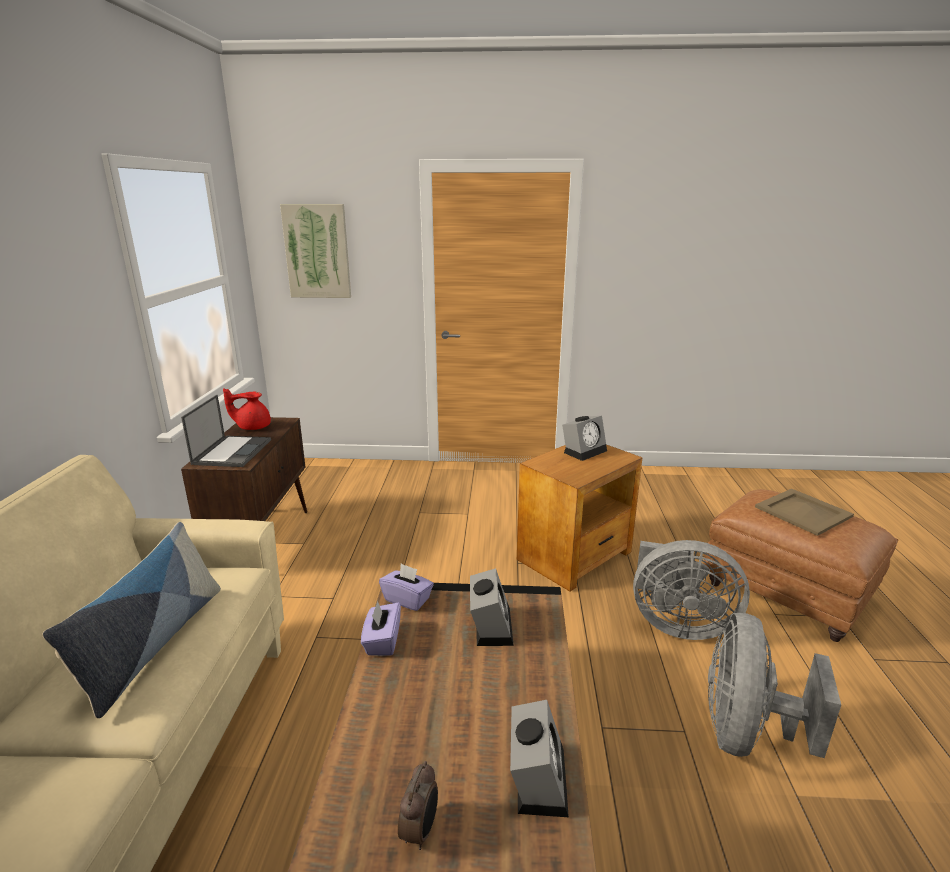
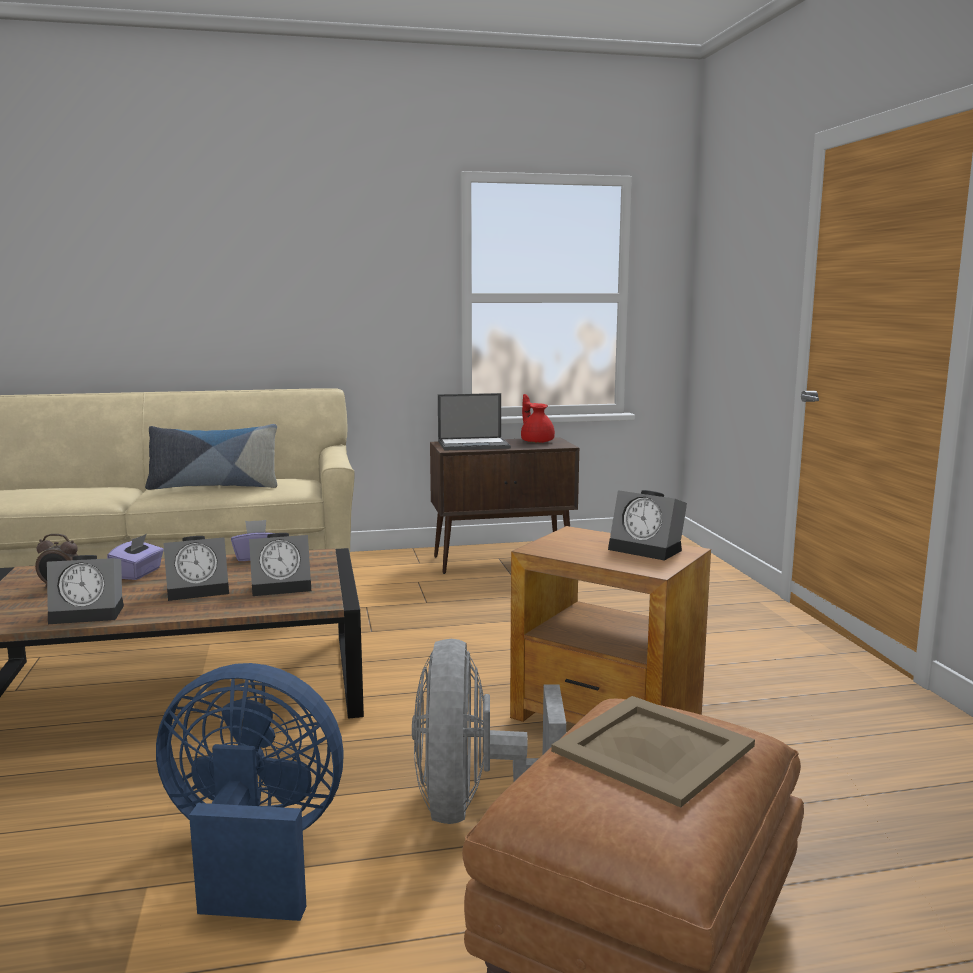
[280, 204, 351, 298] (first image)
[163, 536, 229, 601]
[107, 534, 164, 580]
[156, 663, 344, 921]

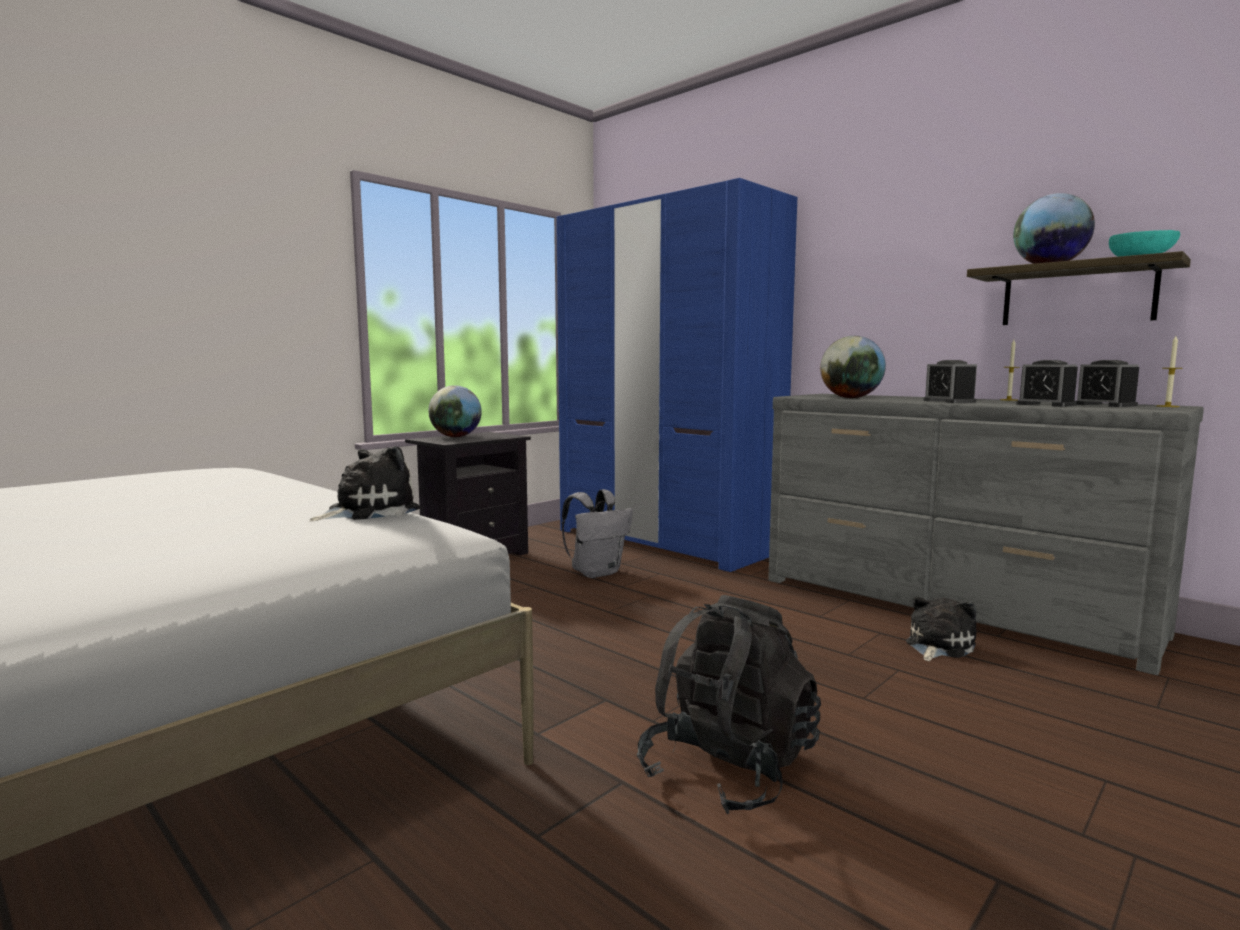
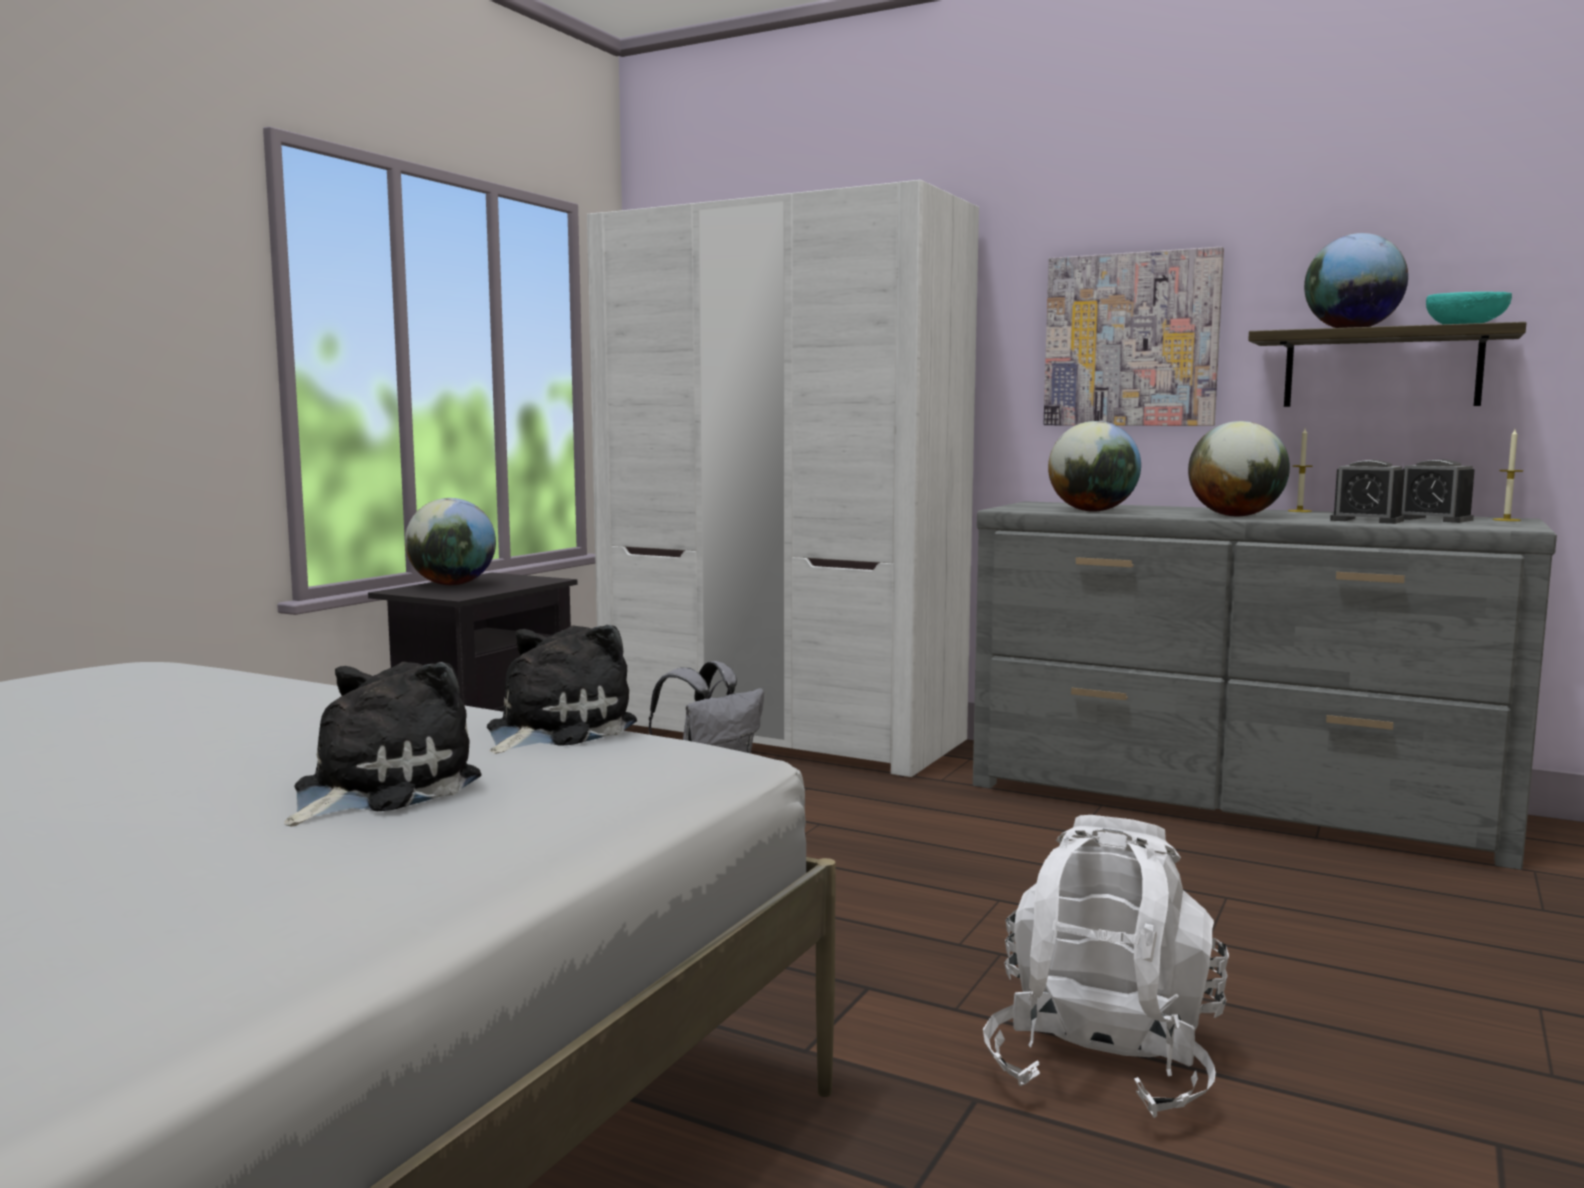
[1044, 247, 1224, 426]
[284, 662, 482, 827]
[1188, 421, 1290, 516]
[587, 180, 979, 777]
[983, 815, 1229, 1118]

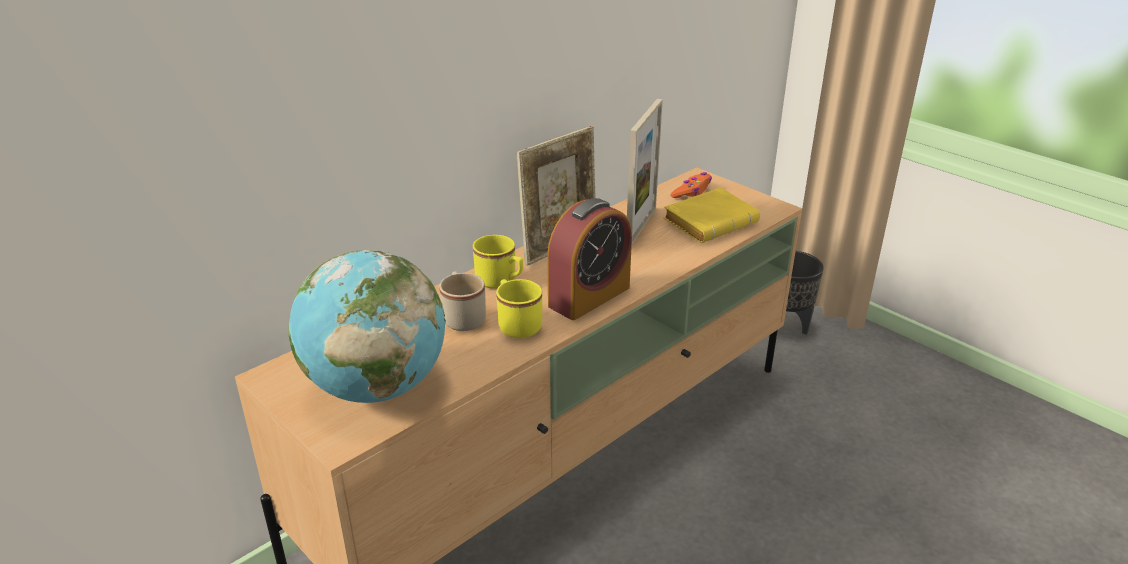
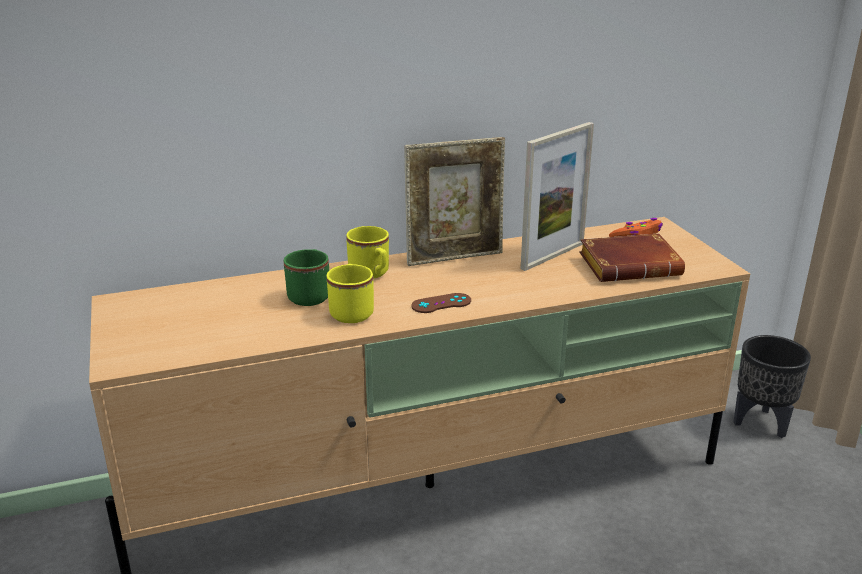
[288, 250, 446, 403] (first image)
[411, 293, 471, 313]
[284, 249, 329, 306]
[579, 233, 685, 282]

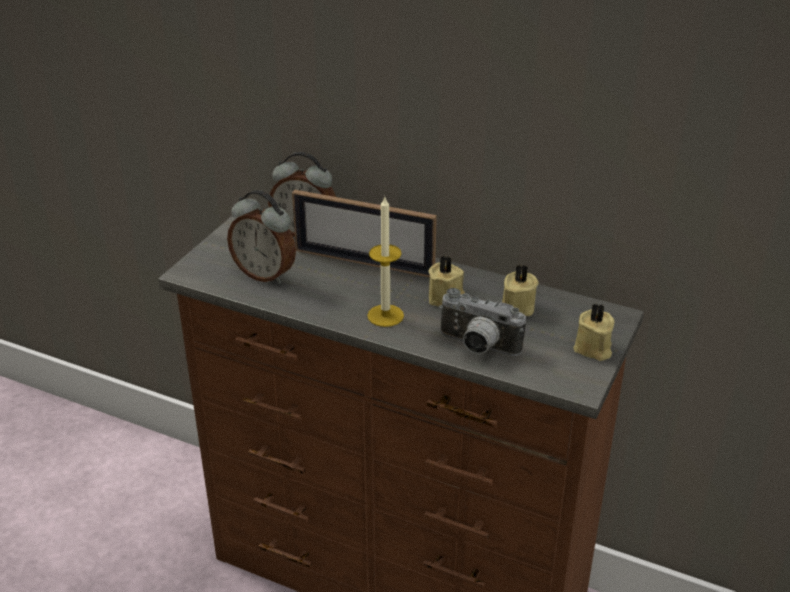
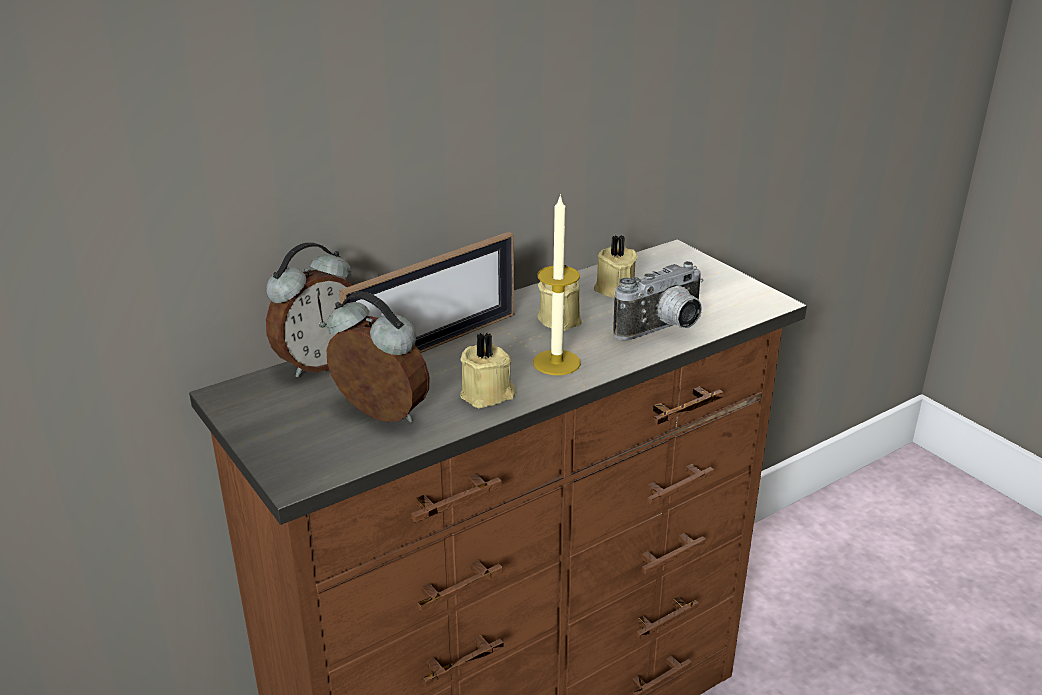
[460, 332, 516, 409]
[327, 292, 430, 423]

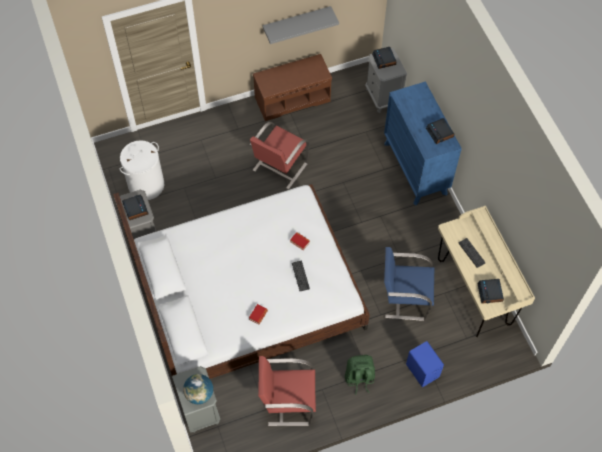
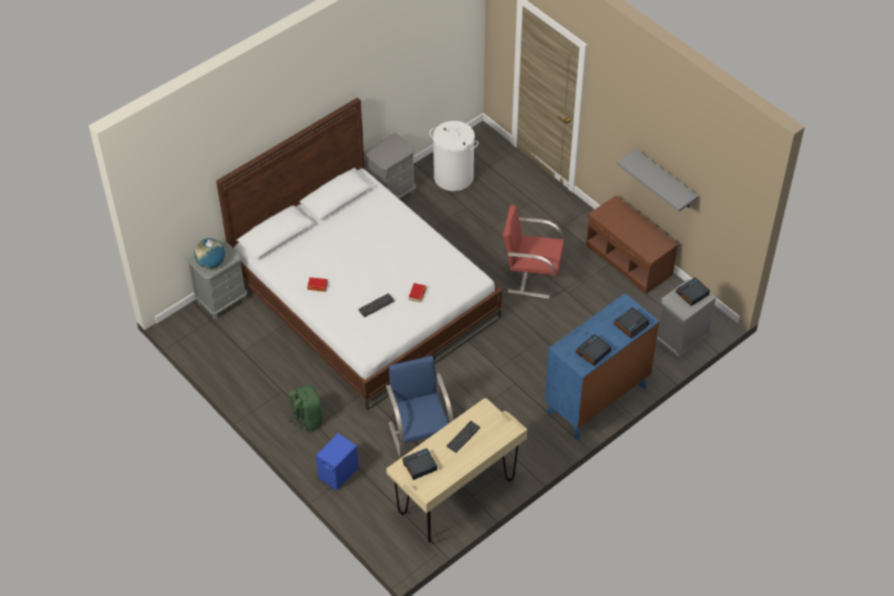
[258, 356, 316, 426] (first image)
[614, 307, 649, 339]

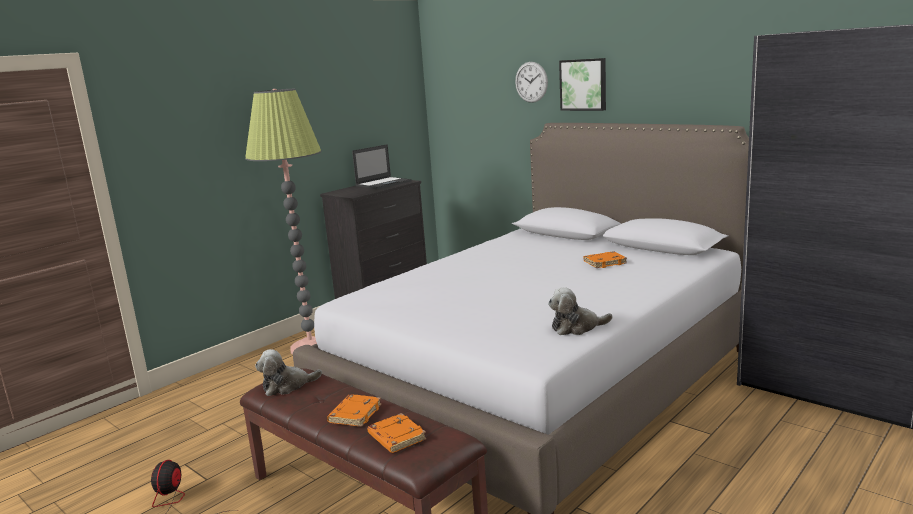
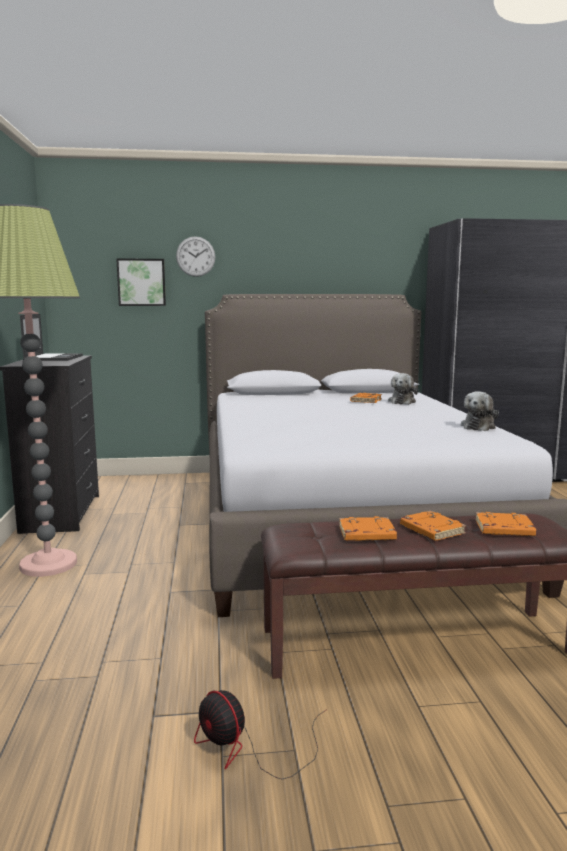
[339, 516, 397, 541]
[388, 373, 418, 404]
[116, 258, 166, 306]

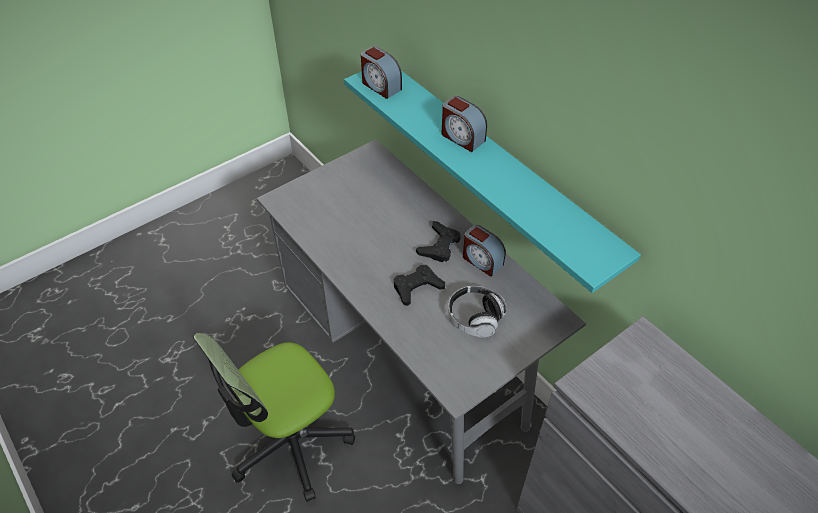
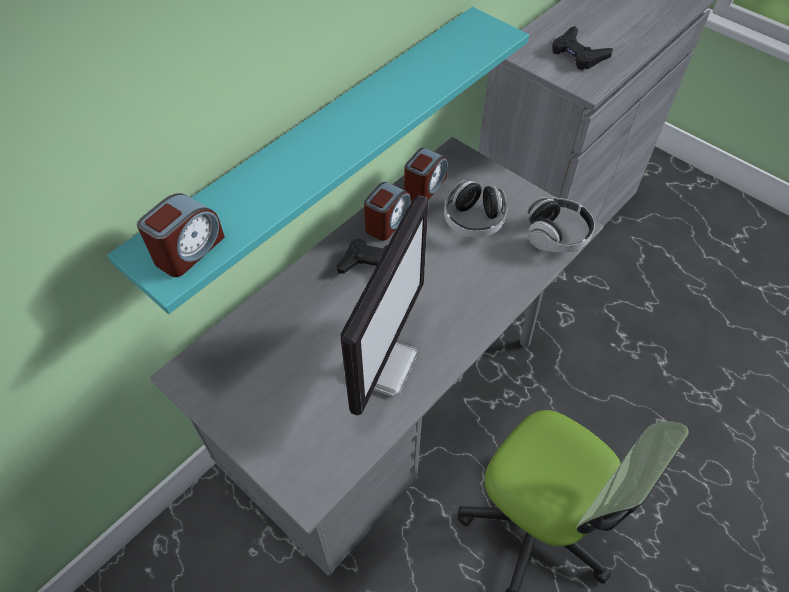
[340, 195, 429, 416]
[527, 197, 595, 252]
[552, 26, 613, 70]
[404, 148, 448, 201]

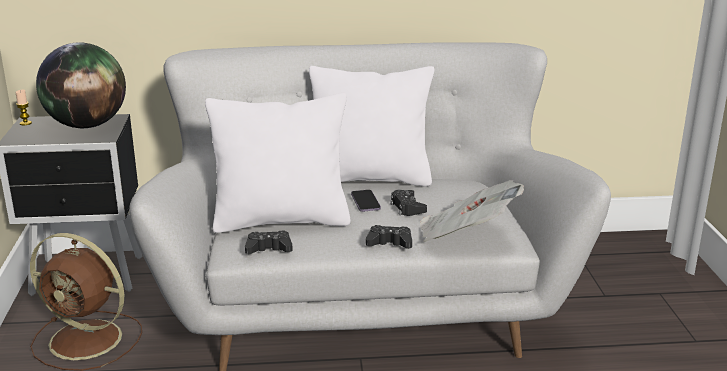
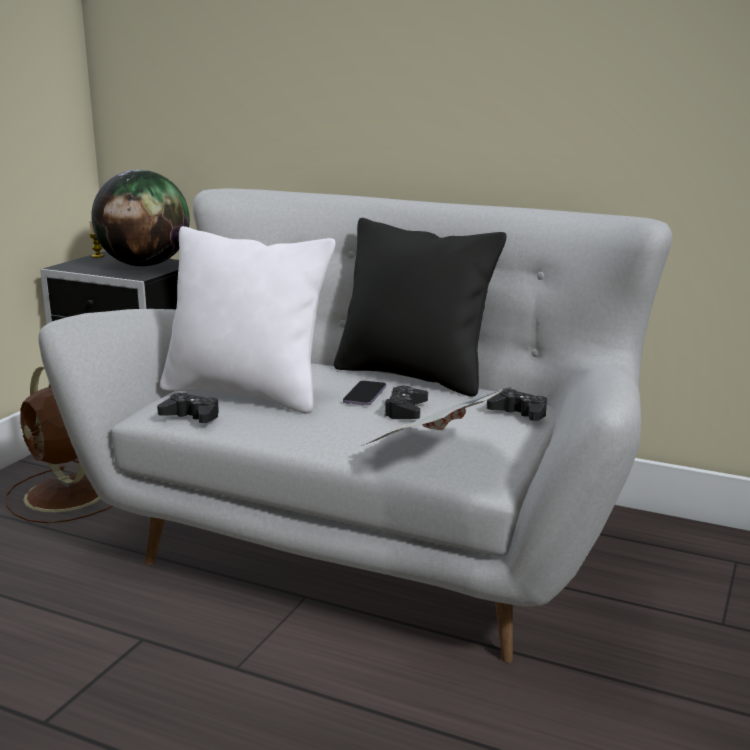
[487, 389, 547, 421]
[334, 218, 507, 397]

